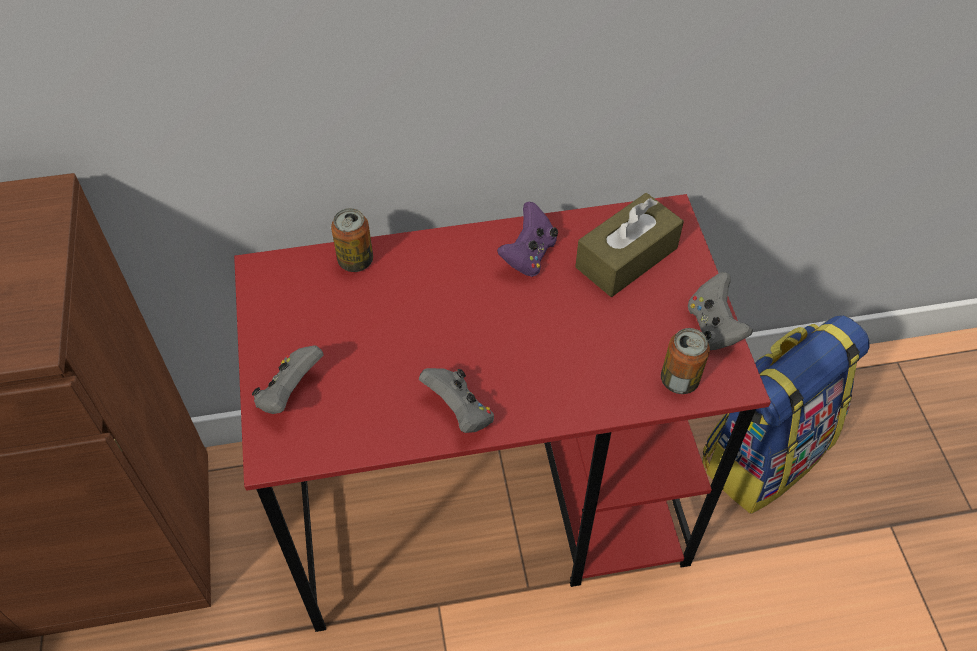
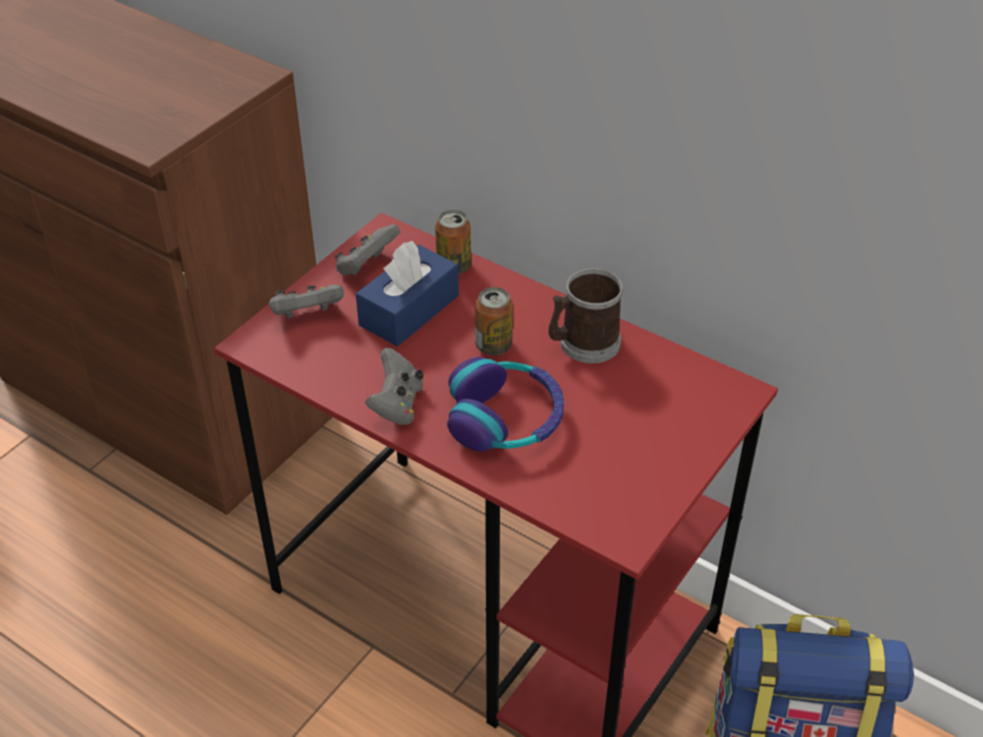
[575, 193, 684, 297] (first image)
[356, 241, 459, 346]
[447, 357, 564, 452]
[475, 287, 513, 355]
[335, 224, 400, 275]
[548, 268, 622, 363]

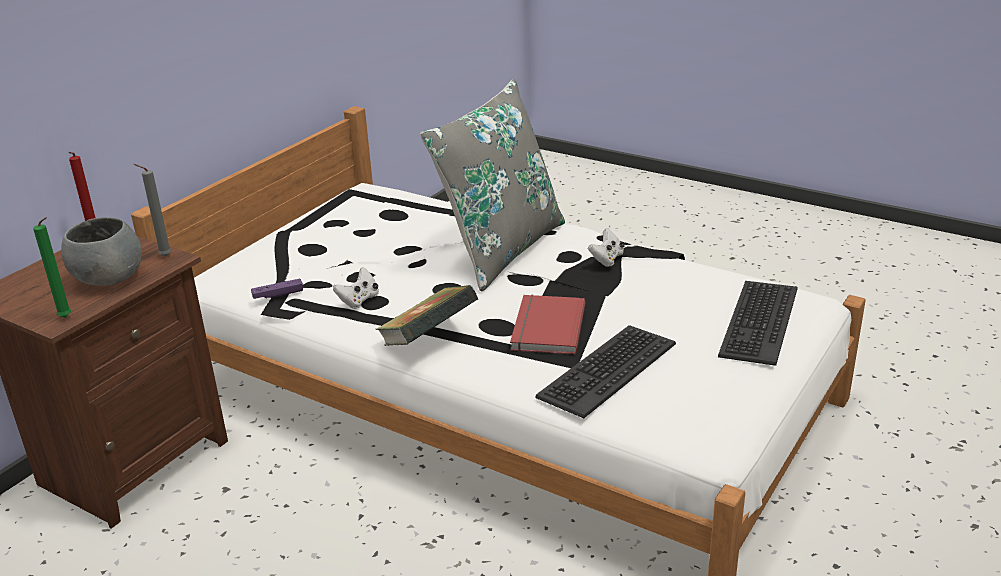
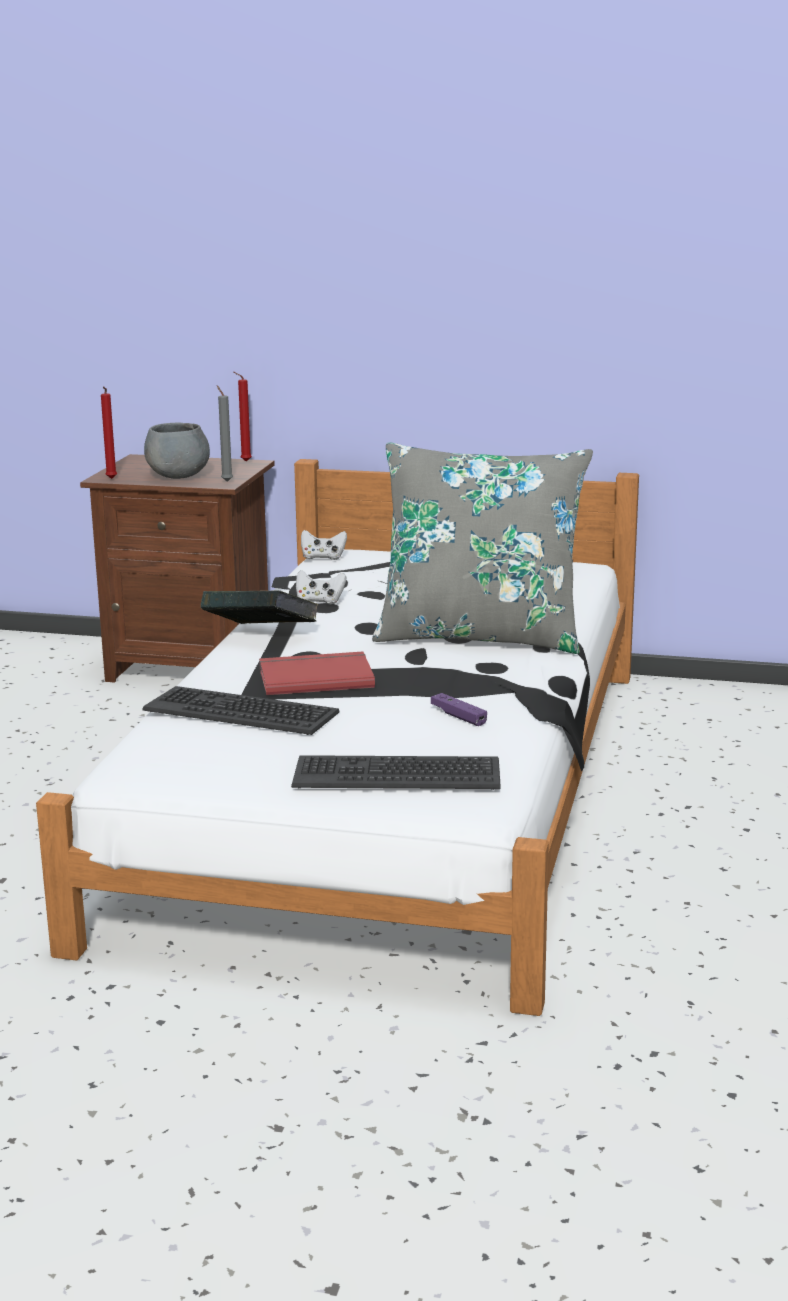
[431, 693, 487, 726]
[301, 530, 347, 560]
[101, 386, 117, 479]

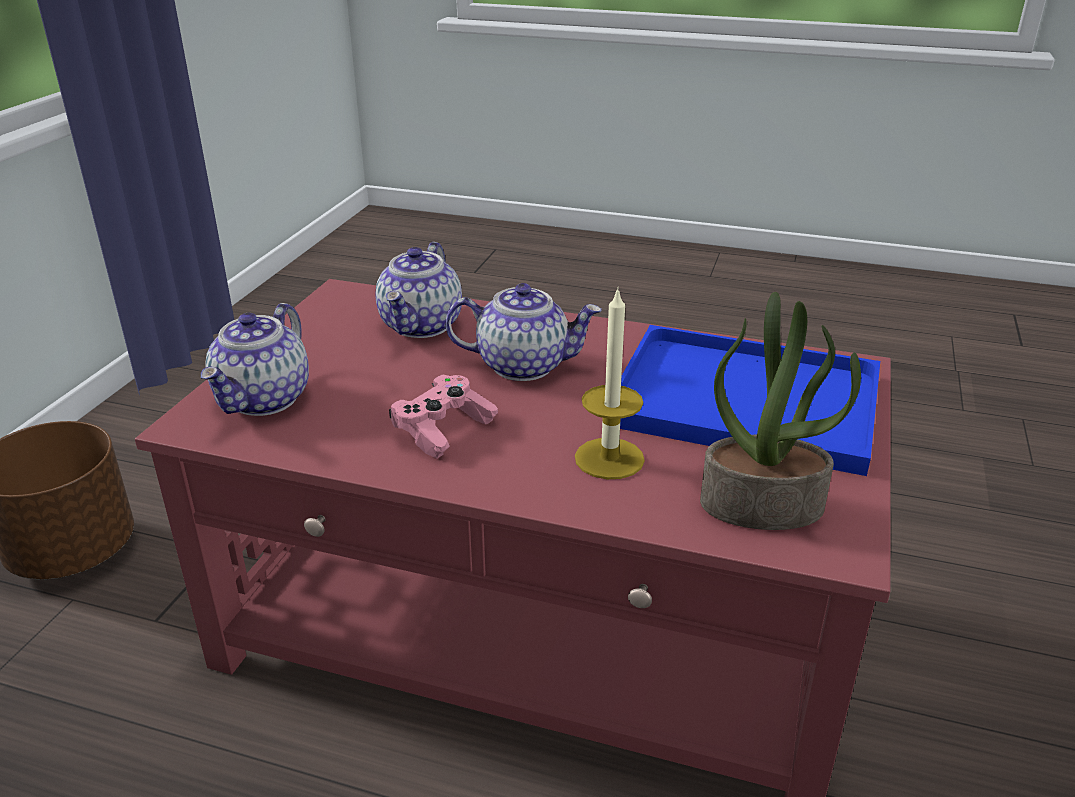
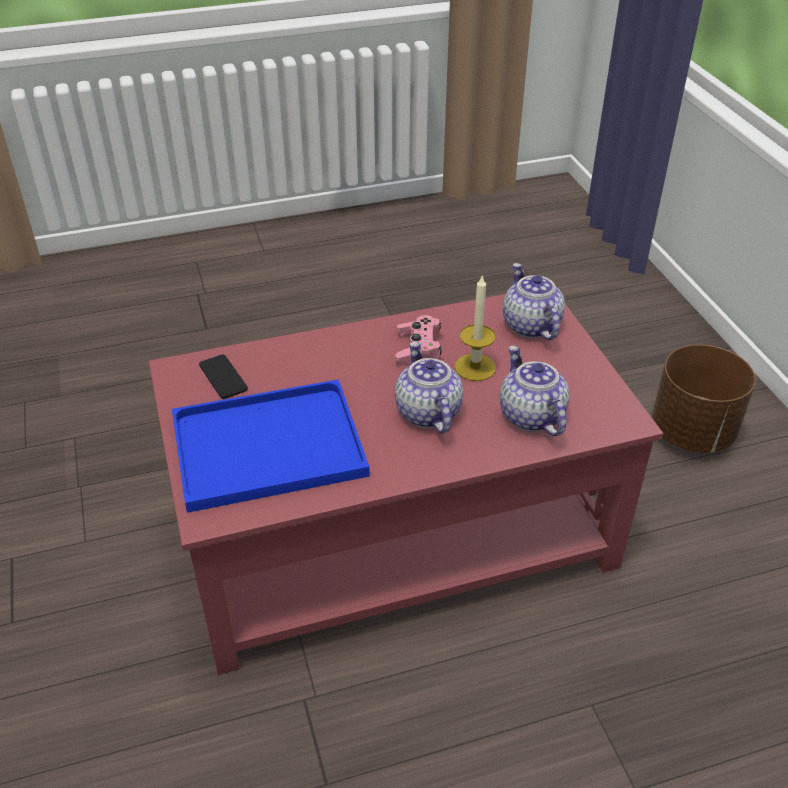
[455, 275, 496, 381]
[199, 354, 248, 399]
[395, 342, 463, 434]

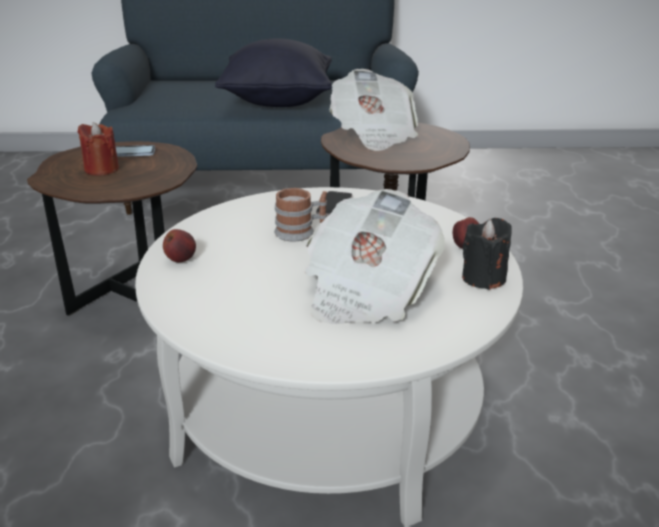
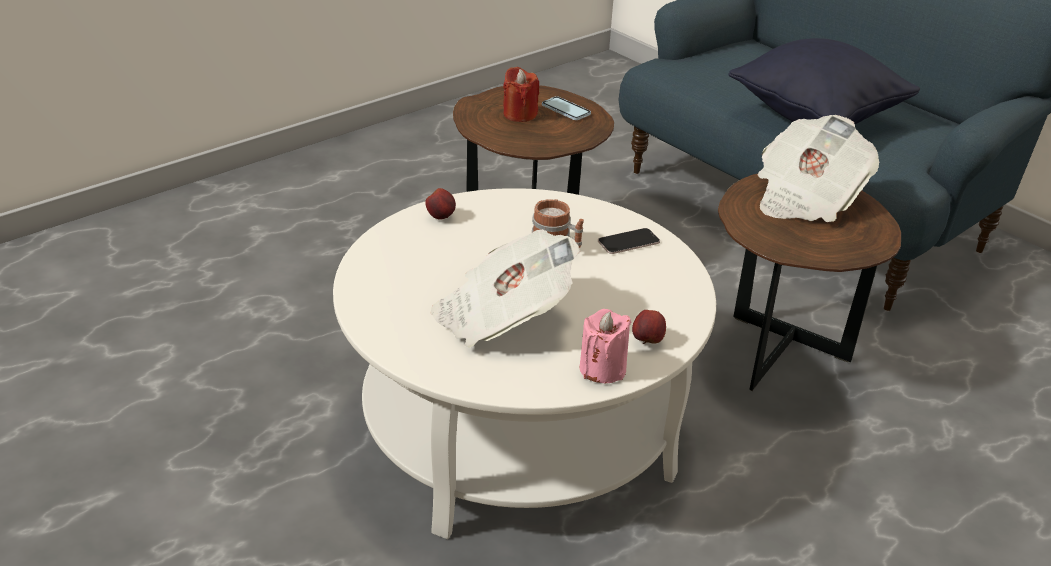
[579, 309, 631, 383]

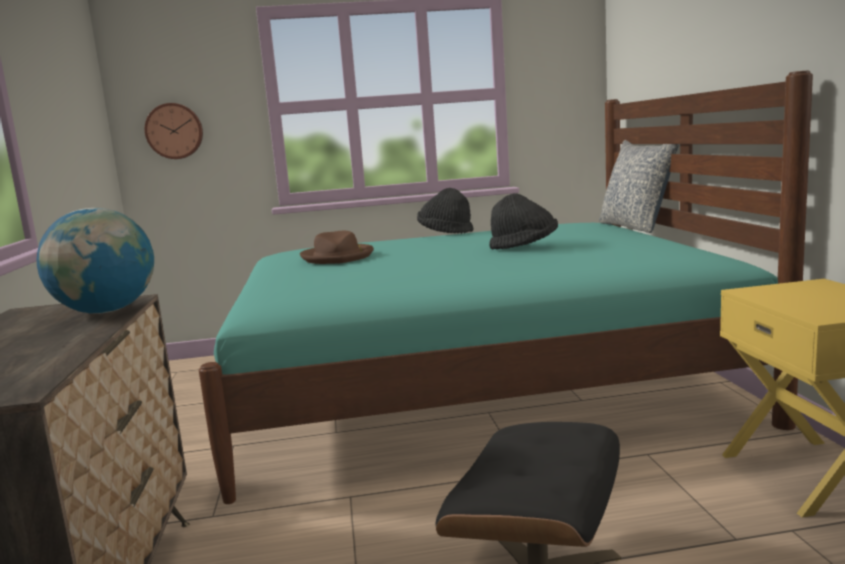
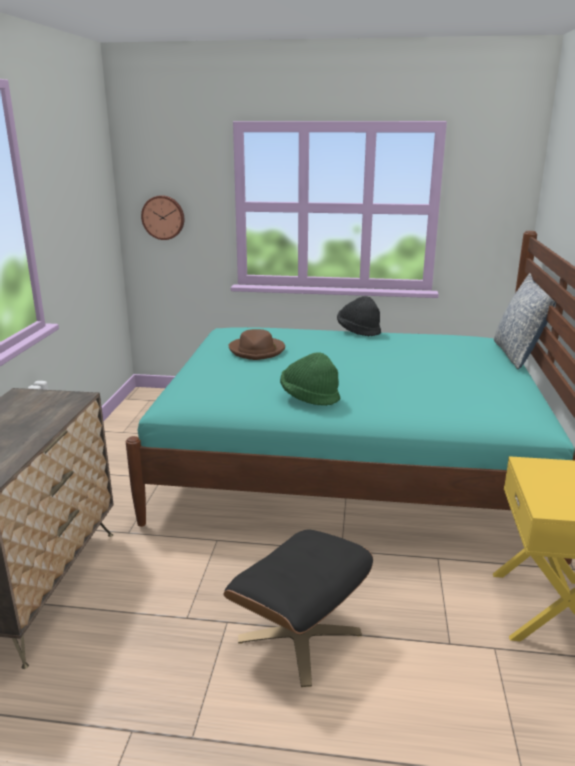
[37, 208, 154, 314] (first image)
[489, 194, 558, 249] (first image)
[280, 352, 340, 406]

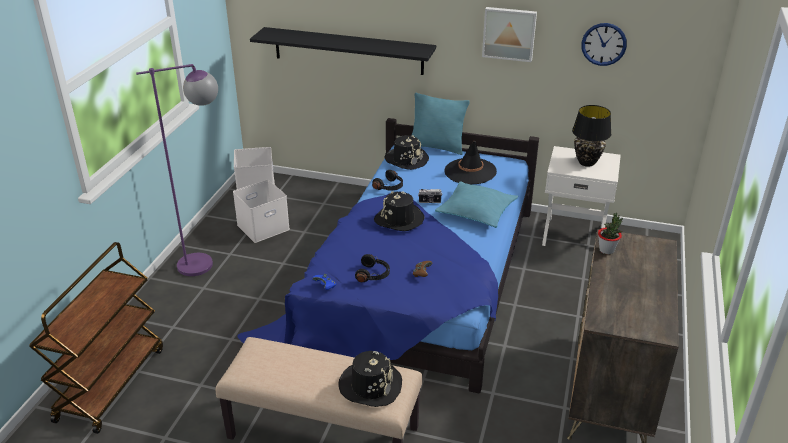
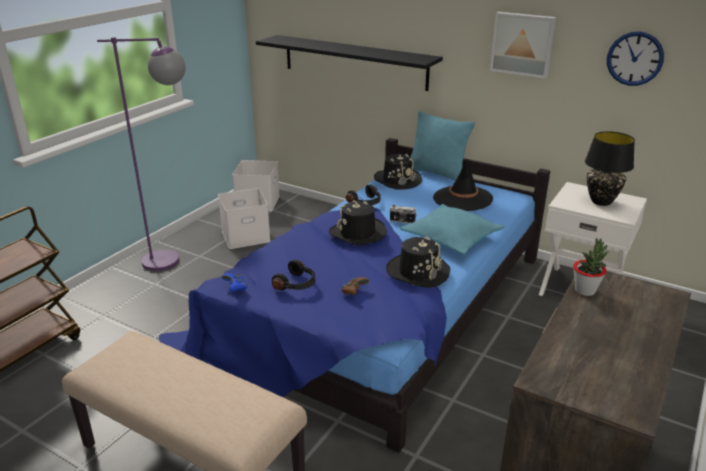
[386, 236, 450, 288]

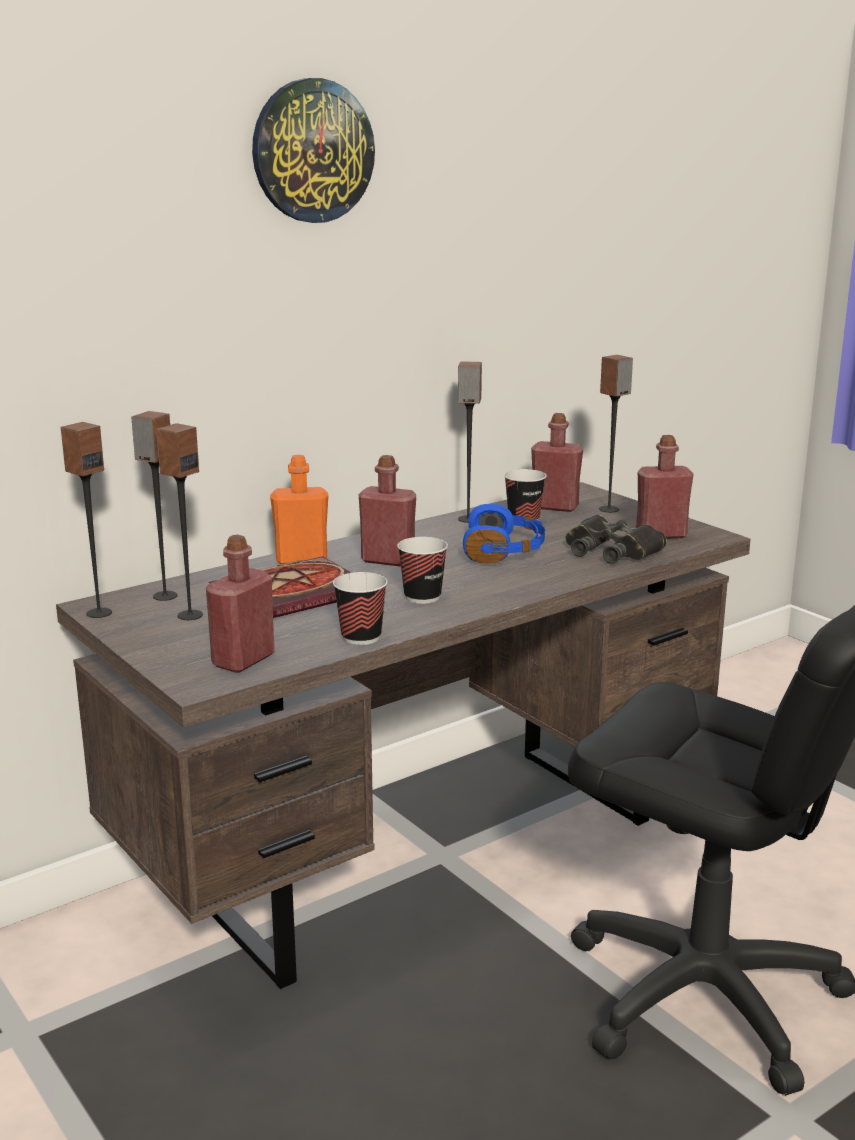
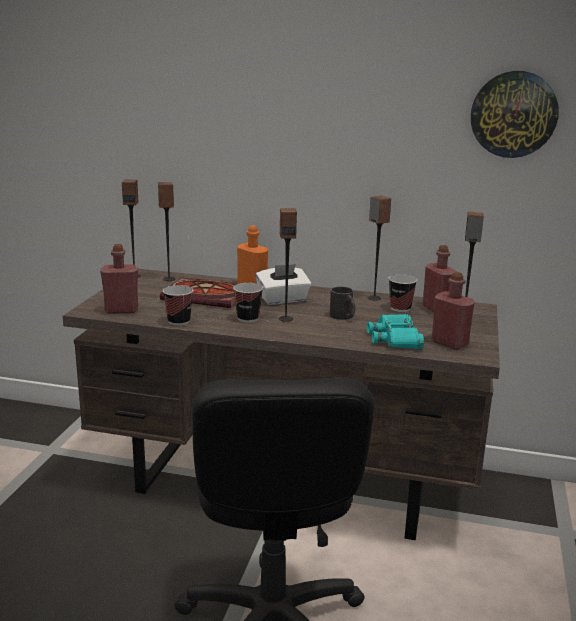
[279, 209, 297, 322]
[471, 71, 559, 158]
[256, 264, 311, 305]
[330, 286, 355, 320]
[367, 314, 424, 349]

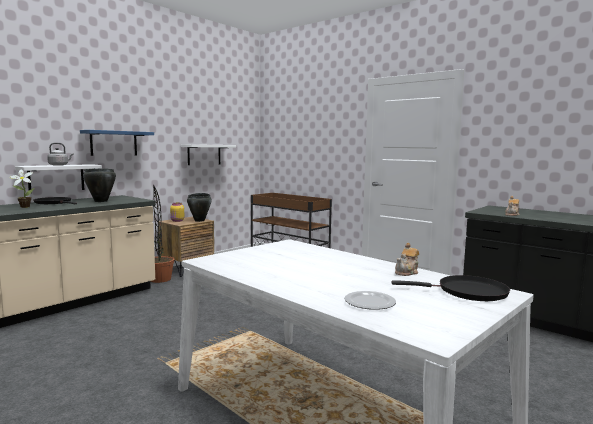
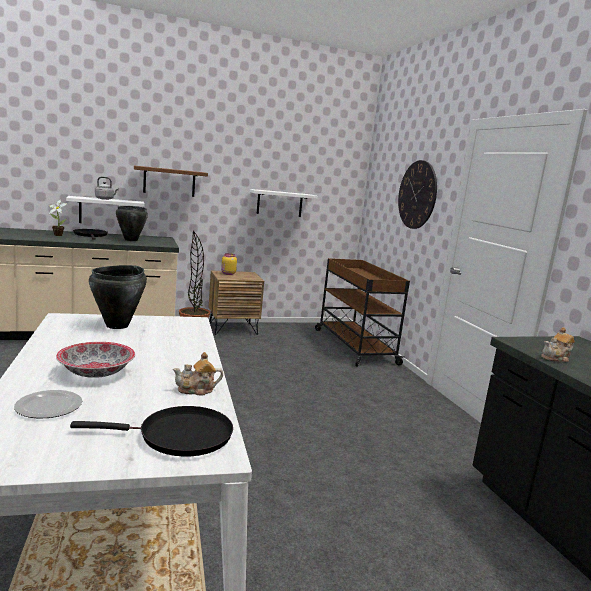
[56, 342, 135, 378]
[398, 160, 437, 229]
[89, 265, 147, 329]
[134, 165, 208, 197]
[70, 406, 233, 456]

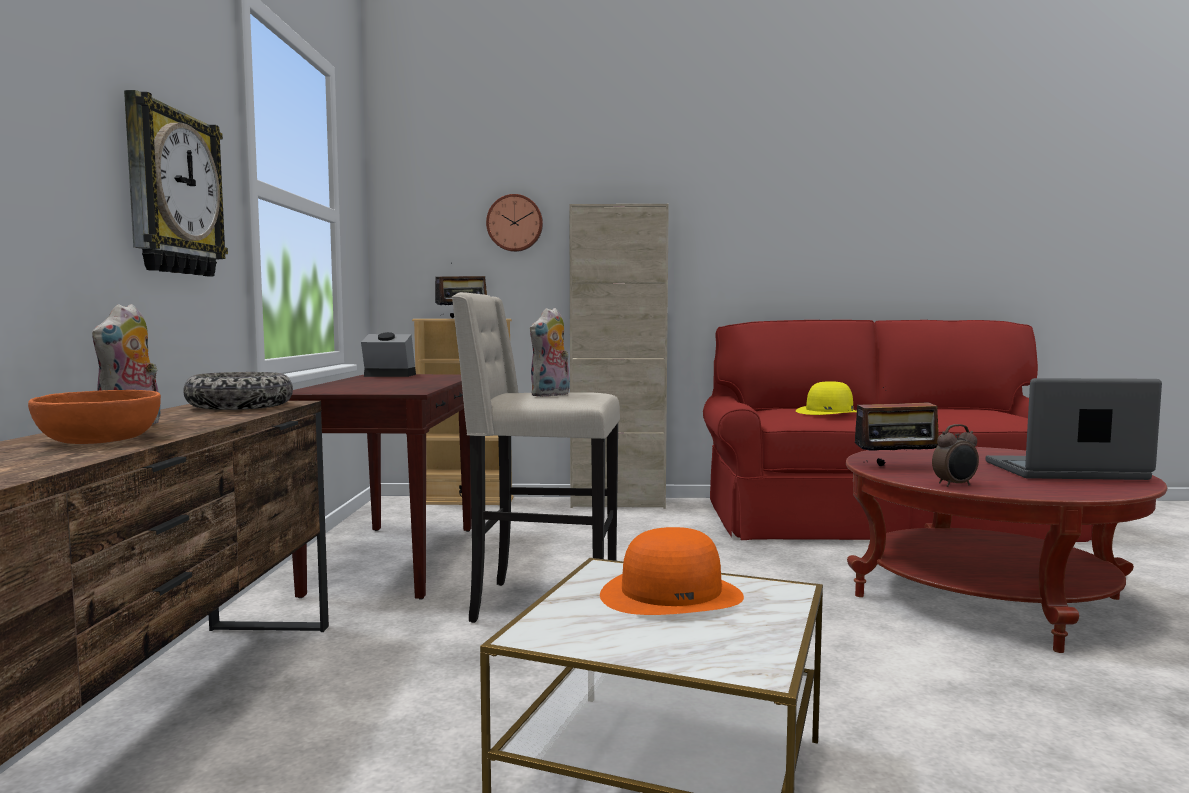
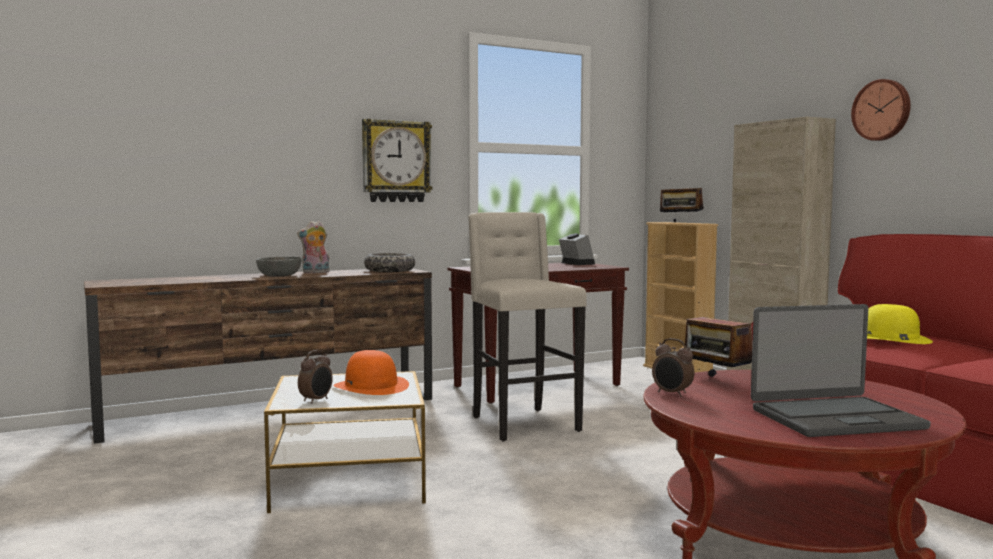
[530, 308, 570, 397] (first image)
[298, 350, 333, 404]
[851, 79, 911, 141]
[256, 256, 302, 277]
[751, 304, 931, 437]

